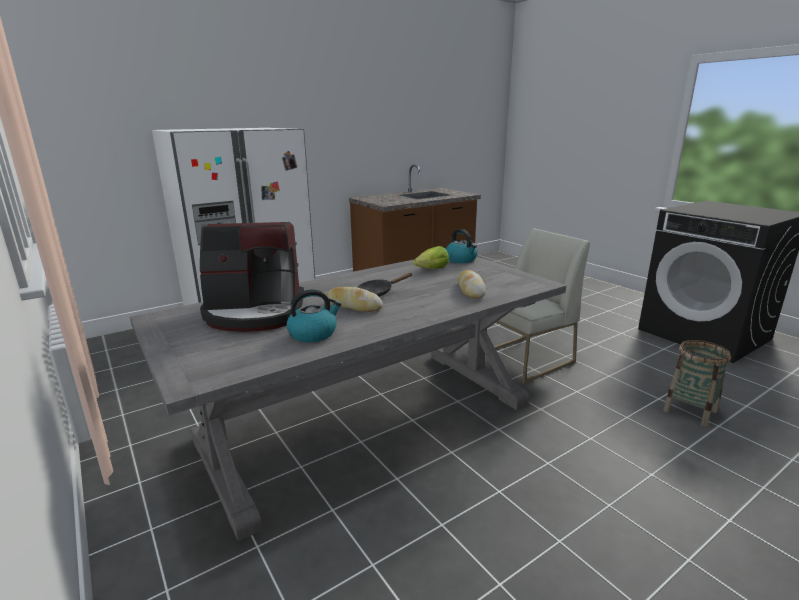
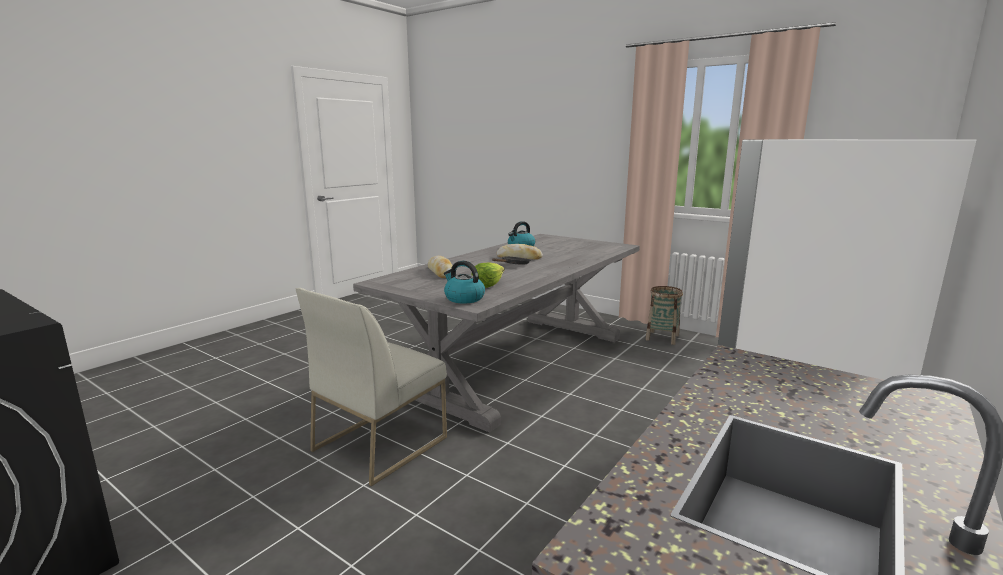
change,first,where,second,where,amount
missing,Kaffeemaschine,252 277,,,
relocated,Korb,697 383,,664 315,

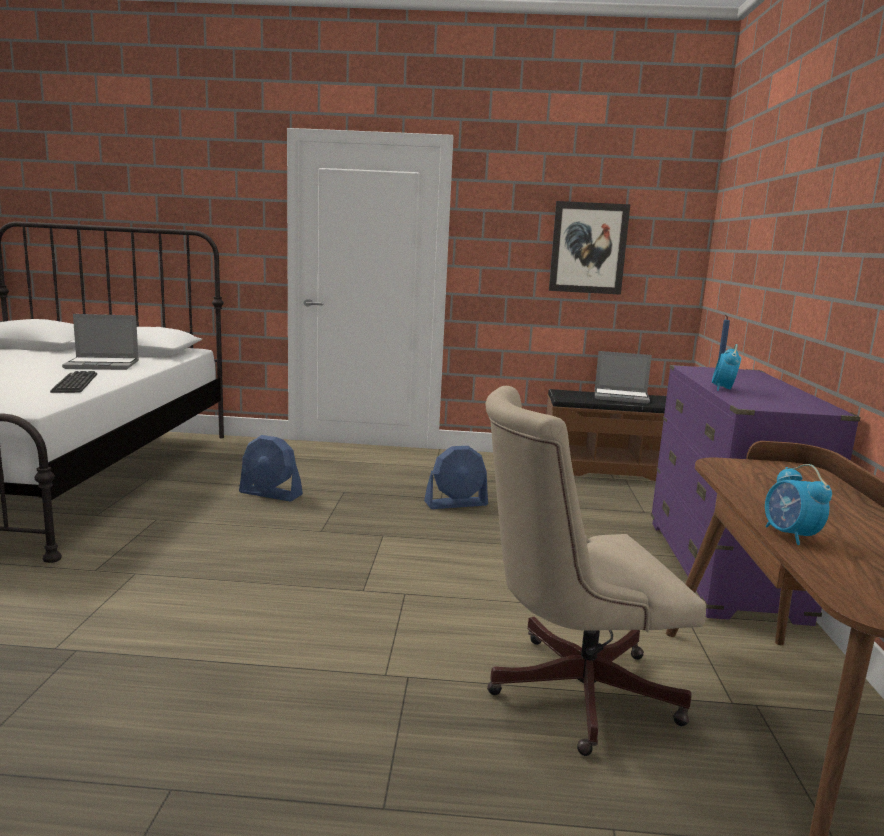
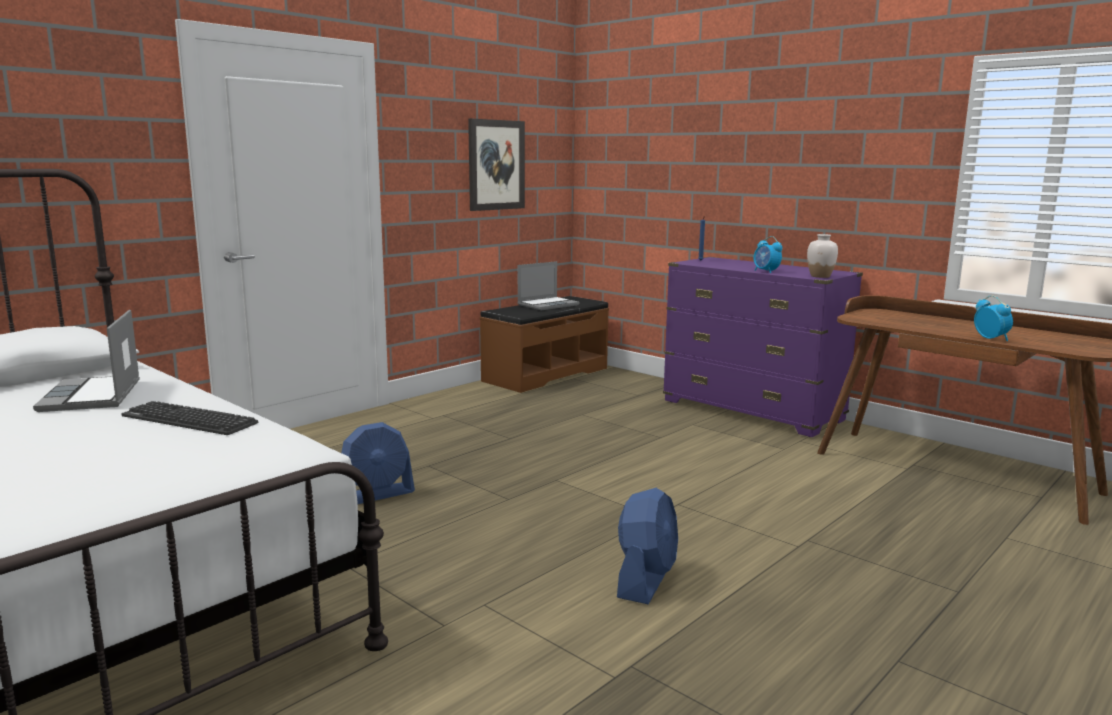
change,first,where,second,where,amount
spun,Laptop,100 342,,86 361,135 degrees clockwise
relocated,Ventilator/blau,456 477,,647 546,
missing,Bürostuhl/beige,595 571,,,
spun,Wecker,798 504,,993 318,135 degrees counterclockwise
appeared,,,Vase/weiß,822 256,

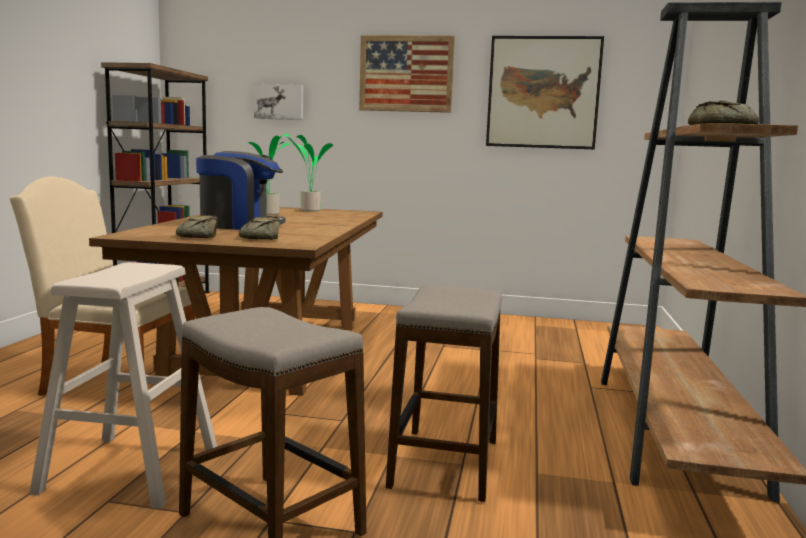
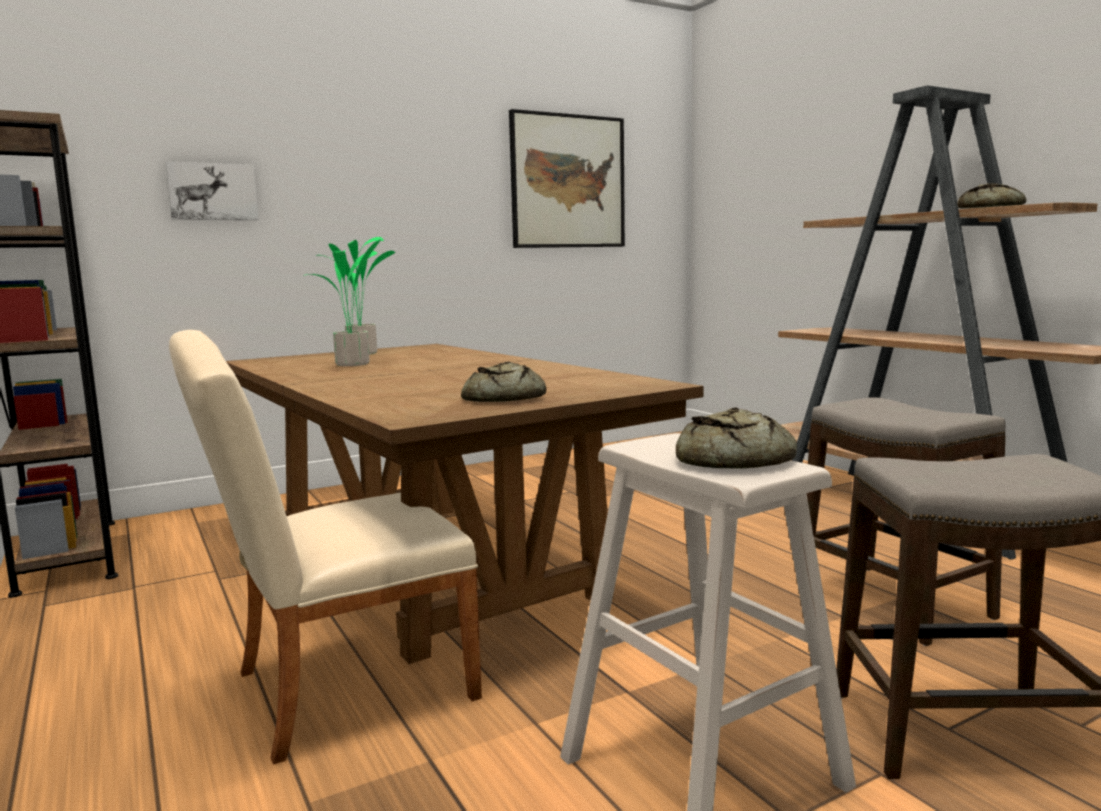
change,first,where,second,where,amount
missing,Kaffeemaschine,240 190,,,
relocated,Brot,259 228,,736 438,
missing,Bild,407 74,,,

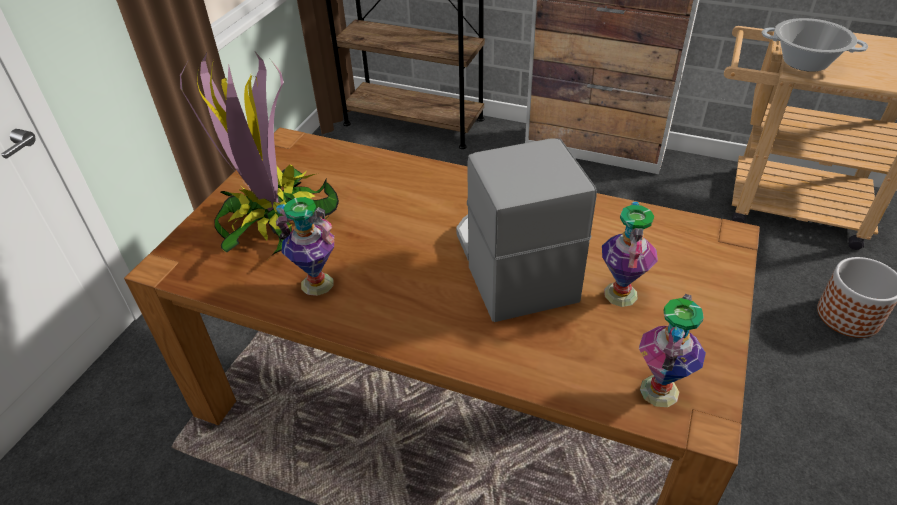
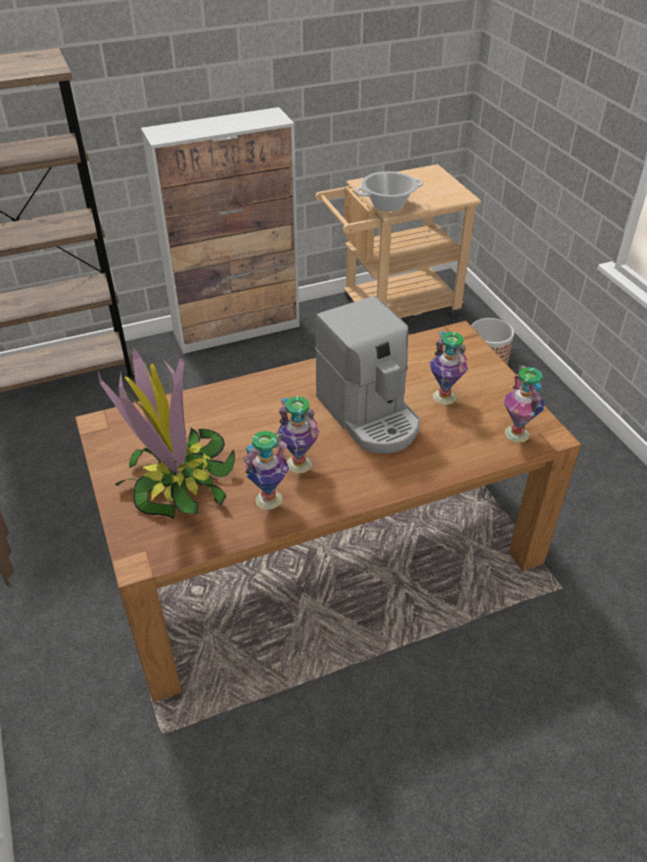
change,first,where,second,where,amount
spun,Kaffeemaschine,526 230,,367 375,150 degrees counterclockwise
appeared,,,Vase,298 434,

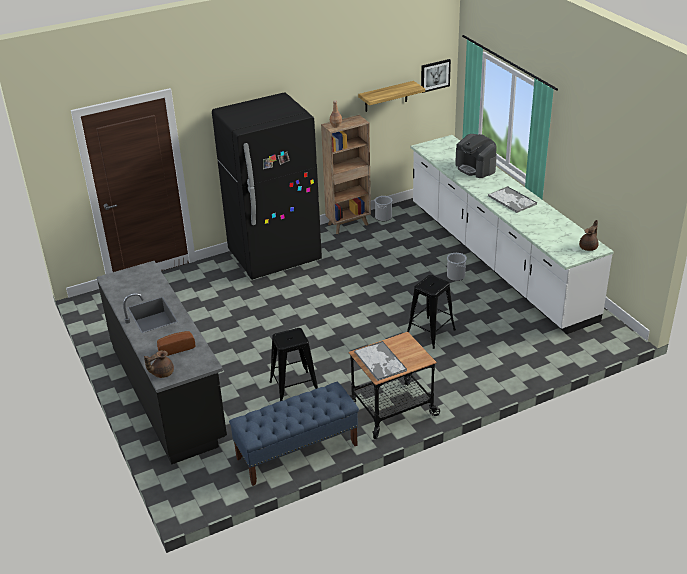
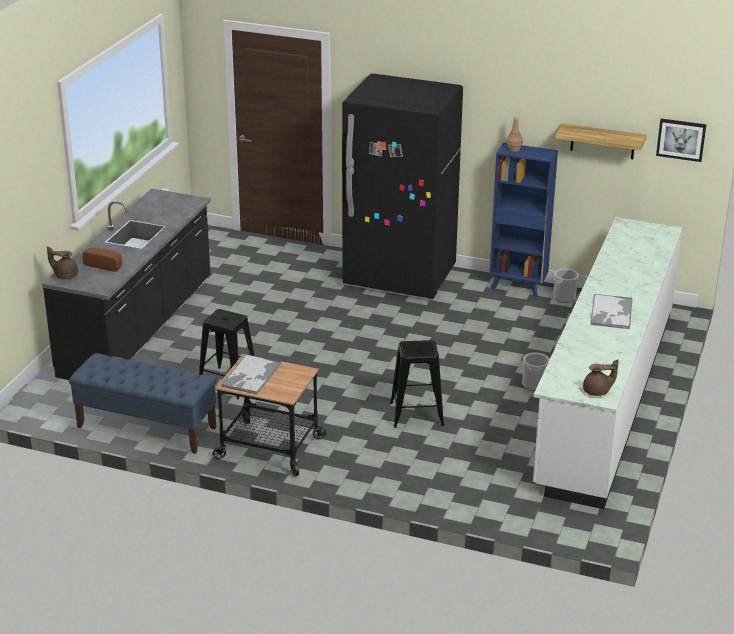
change,first,where,second,where,amount
colour,Bücherregal/braun,346 174,Bücherregal/blau,524 219,
missing,Kaffeemaschine,476 156,,,

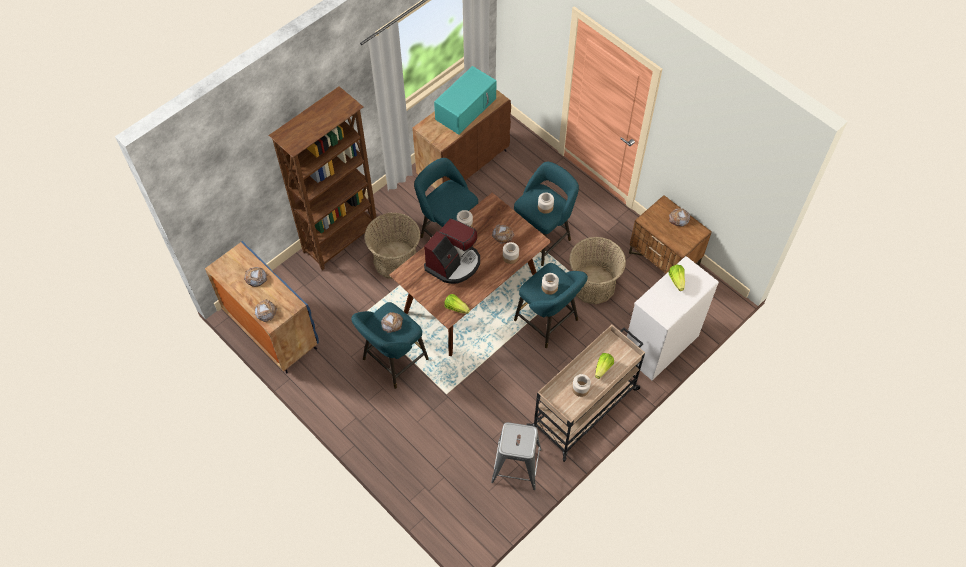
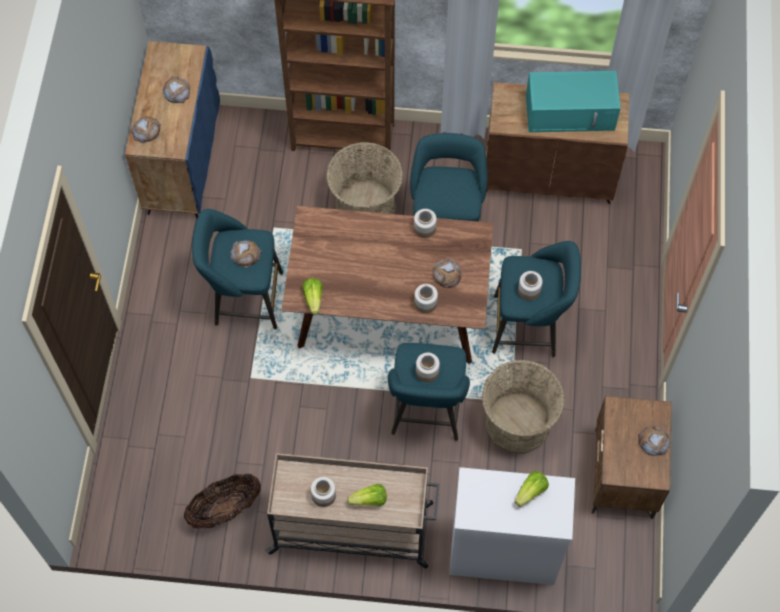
change,first,where,second,where,amount
missing,Kaffeemaschine,452 251,,,
exchanged,Hocker/grau,516 456,Korb,222 501,

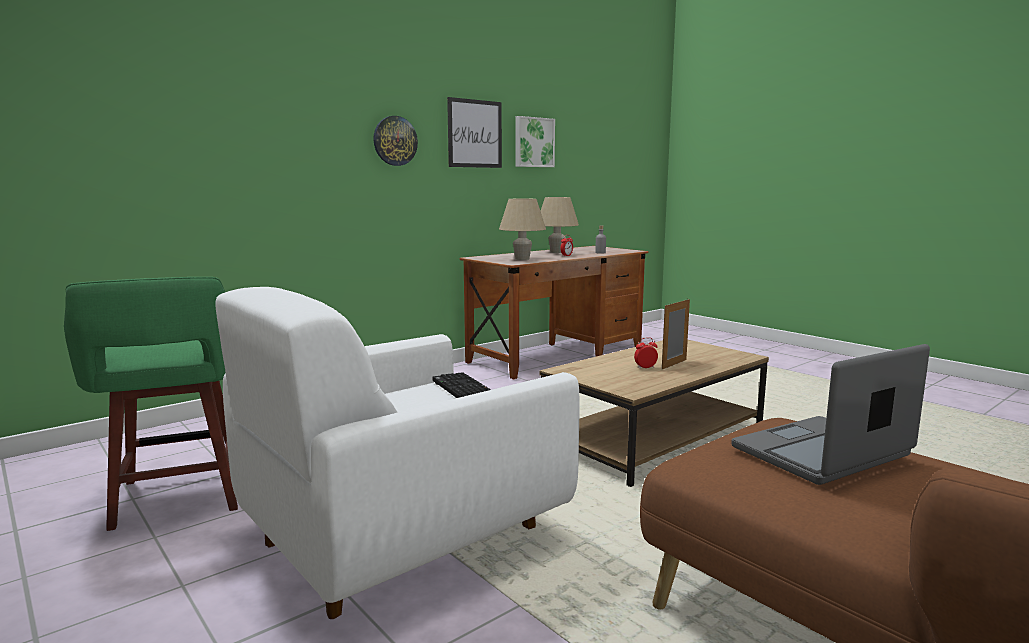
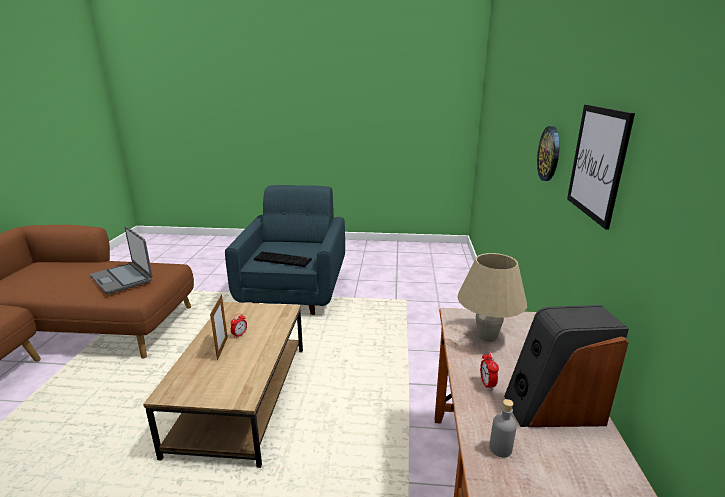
change,first,where,second,where,amount
missing,Hocker/grün,151 404,,,
colour,Sessel/weiß,397 453,Sessel/blau,285 250,
missing,Bild,535 141,,,
exchanged,Tischlampe/beige,560 225,Lautsprecher,566 366,
spun,Laptop,830 414,,121 260,120 degrees clockwise

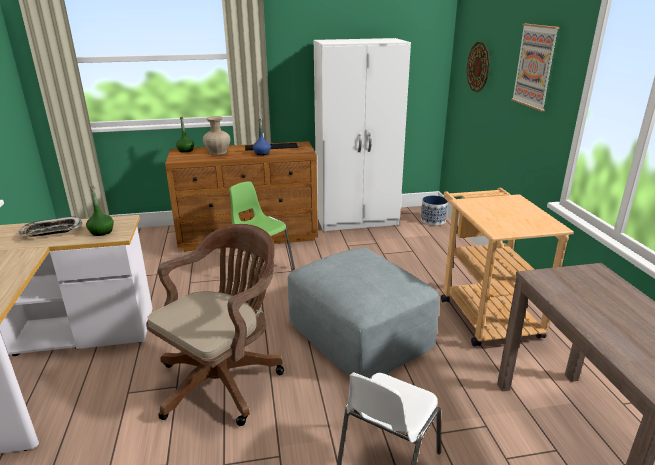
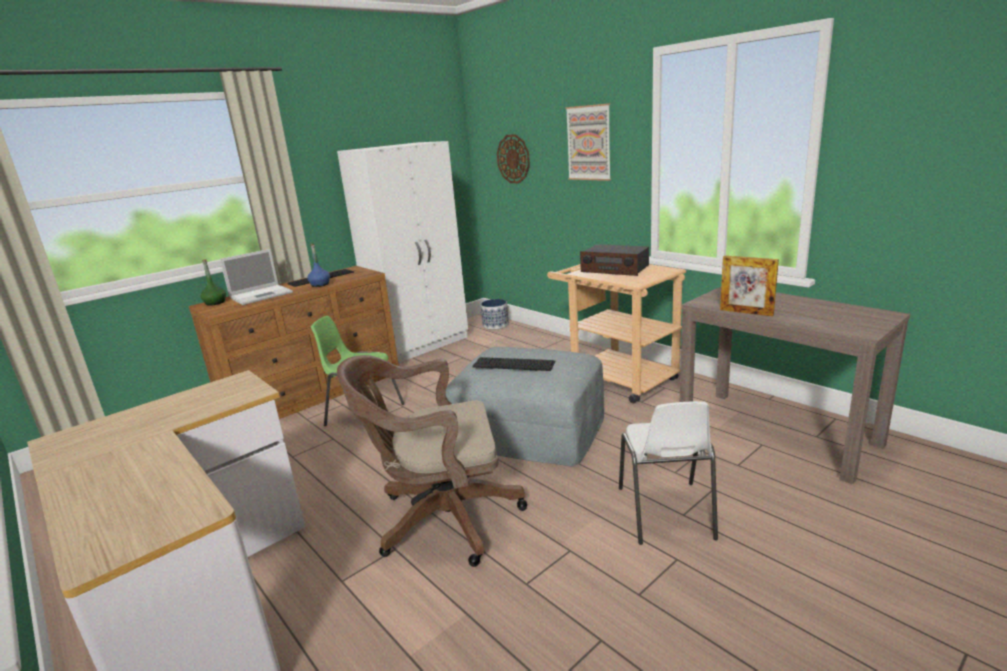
change,first,where,second,where,amount
missing,Tablett,50 226,,,
missing,Flasche/grün,100 210,,,
spun,Bürostuhl/braun,215 325,,432 461,105 degrees counterclockwise
exchanged,Vase/beige,216 135,Laptop,256 277,
appeared,,,Tastatur,514 364,
appeared,,,Radio,614 260,
appeared,,,Bilderrahmen,749 286,

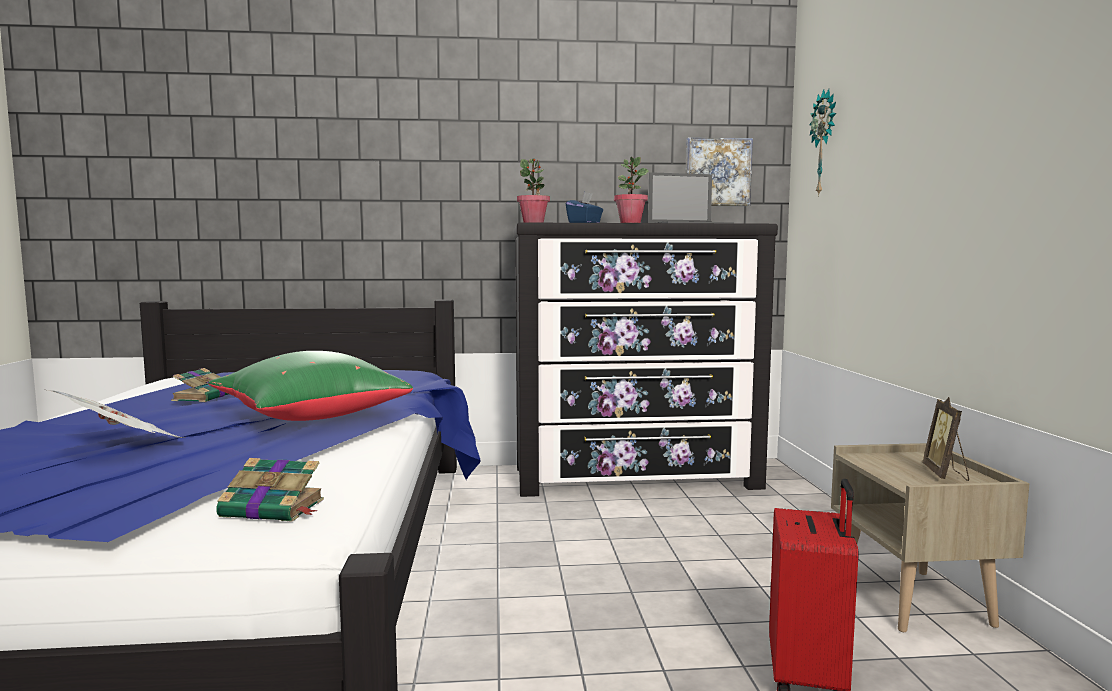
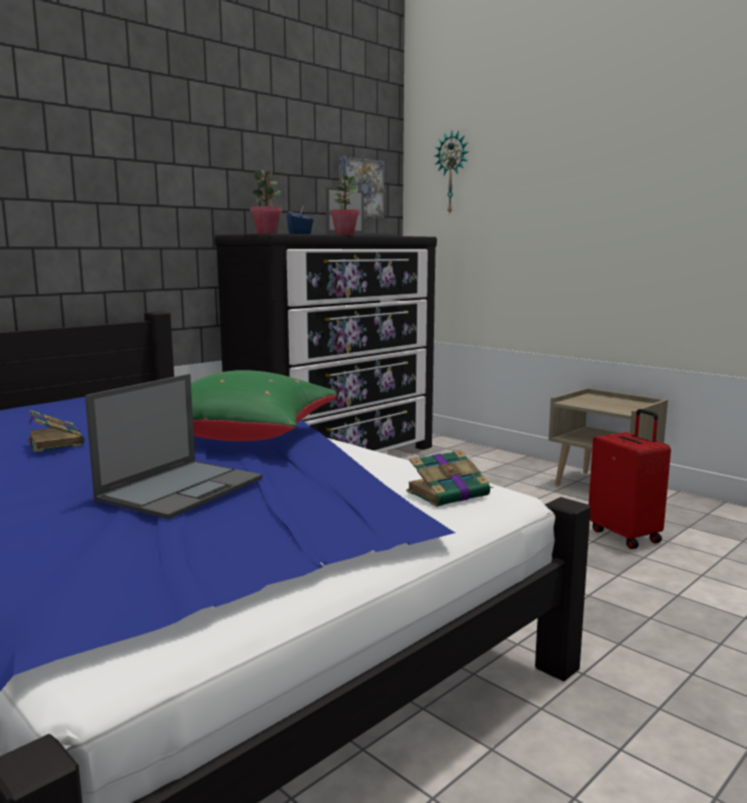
change,first,where,second,where,amount
exchanged,Zeitung,116 414,Laptop,174 446,
missing,Bilderrahmen,945 439,,,

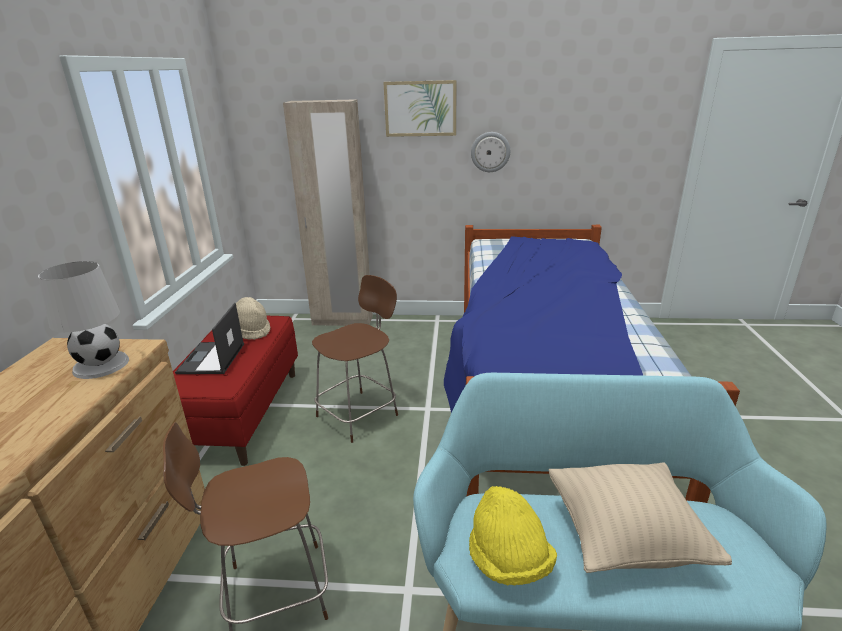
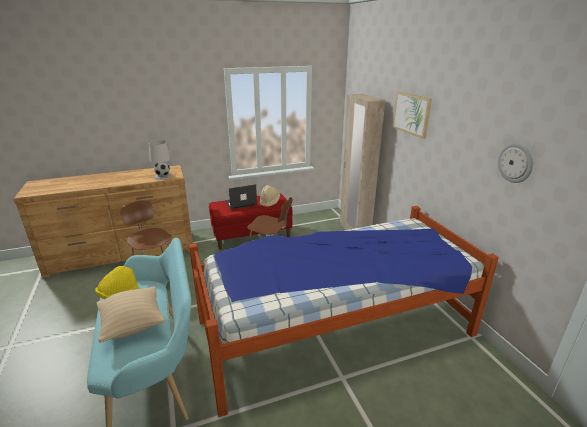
change,first,where,second,where,amount
relocated,Wanduhr,490 152,,515 163,

